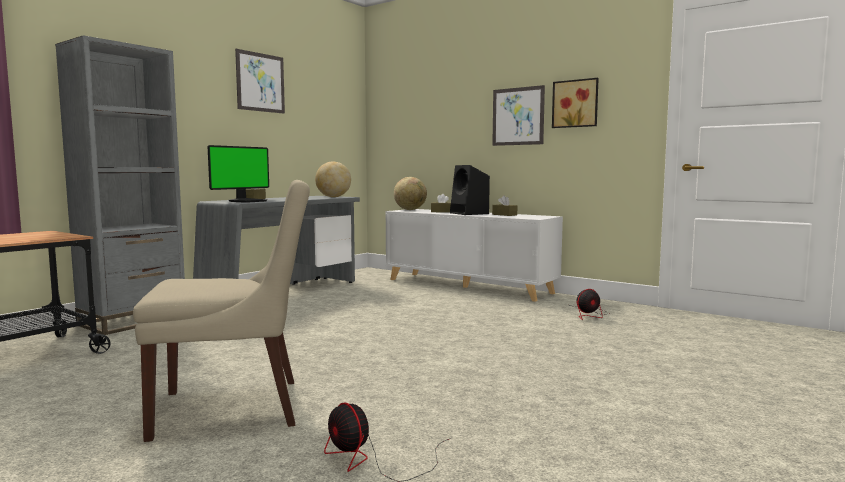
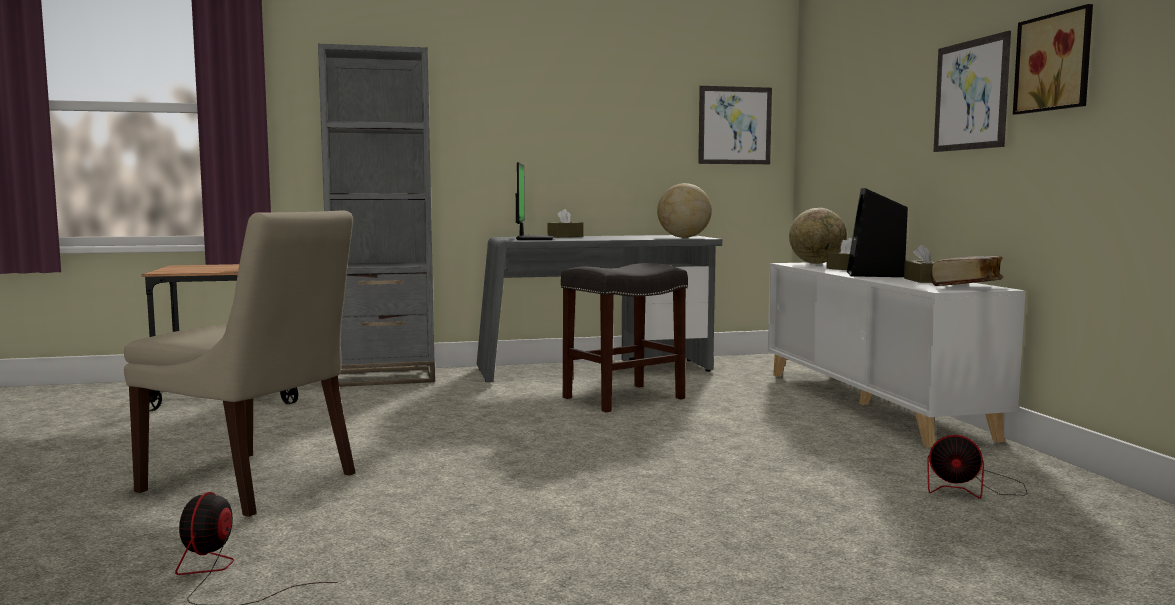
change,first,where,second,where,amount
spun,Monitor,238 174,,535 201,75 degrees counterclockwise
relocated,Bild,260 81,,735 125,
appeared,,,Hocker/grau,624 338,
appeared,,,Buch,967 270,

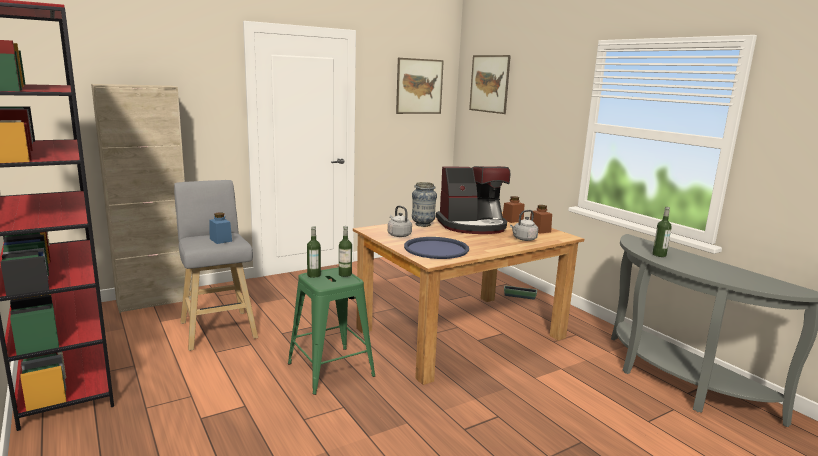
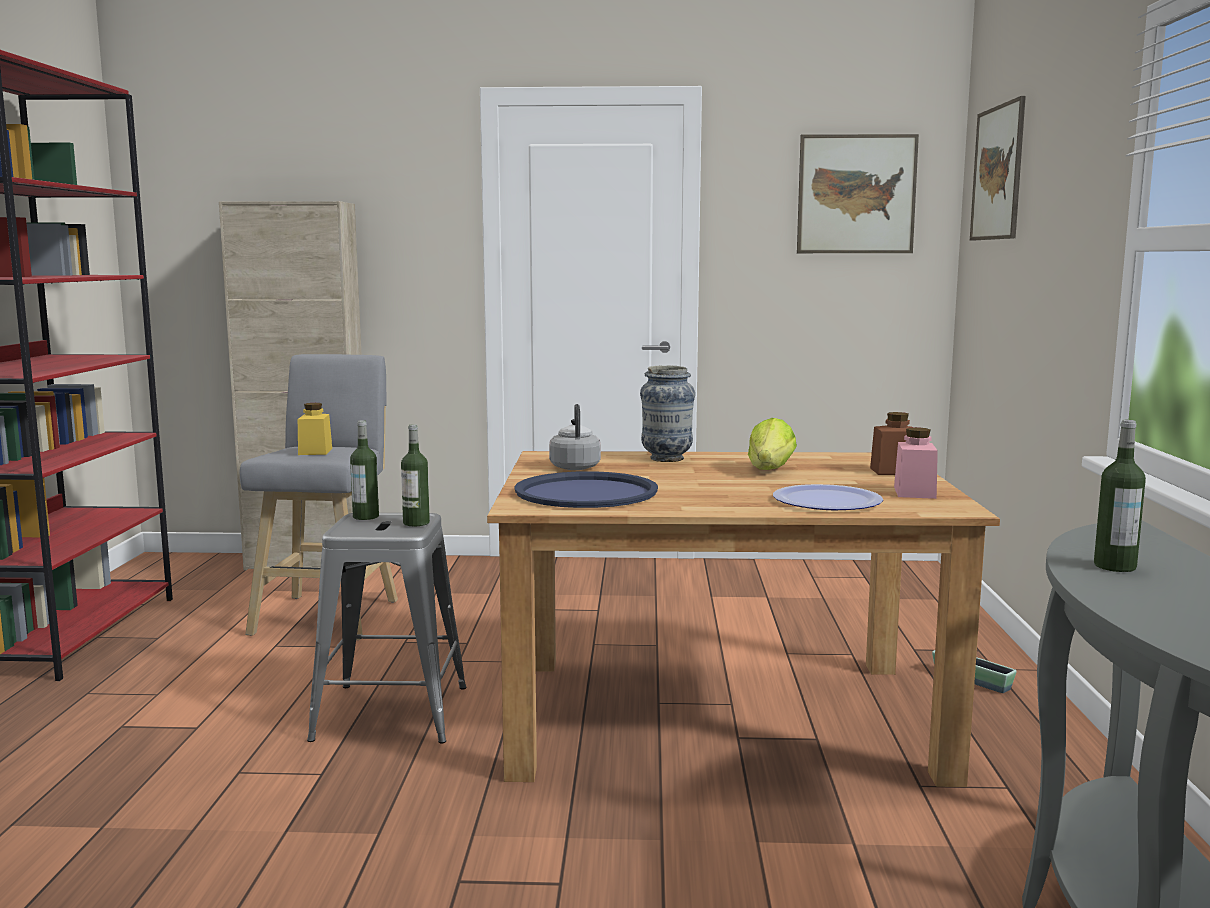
change,first,where,second,where,amount
colour,Vorratsglas/blau,220 228,Vorratsglas/gelb,315 429,
colour,Hocker/grün,332 331,Hocker/grau,386 628,
exchanged,Kaffeemaschine,473 200,Salatkopf,772 444,
exchanged,Wasserkessel/grau,524 225,Teller,828 497,
colour,Vorratsglas/braun,541 219,Vorratsglas/rosa,916 463,

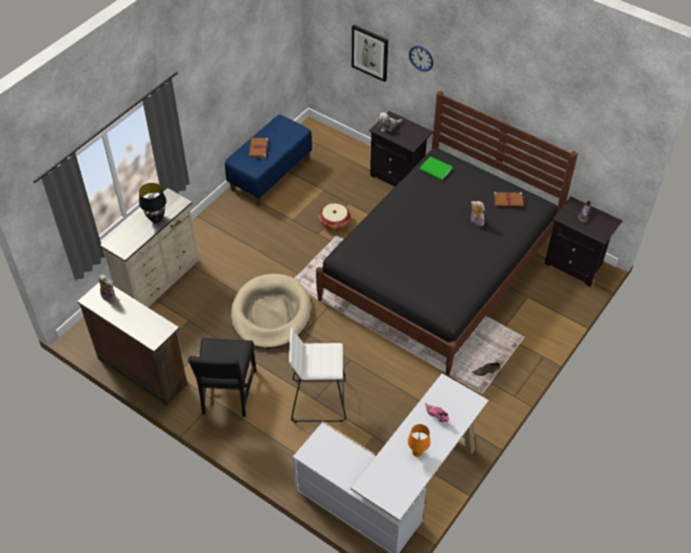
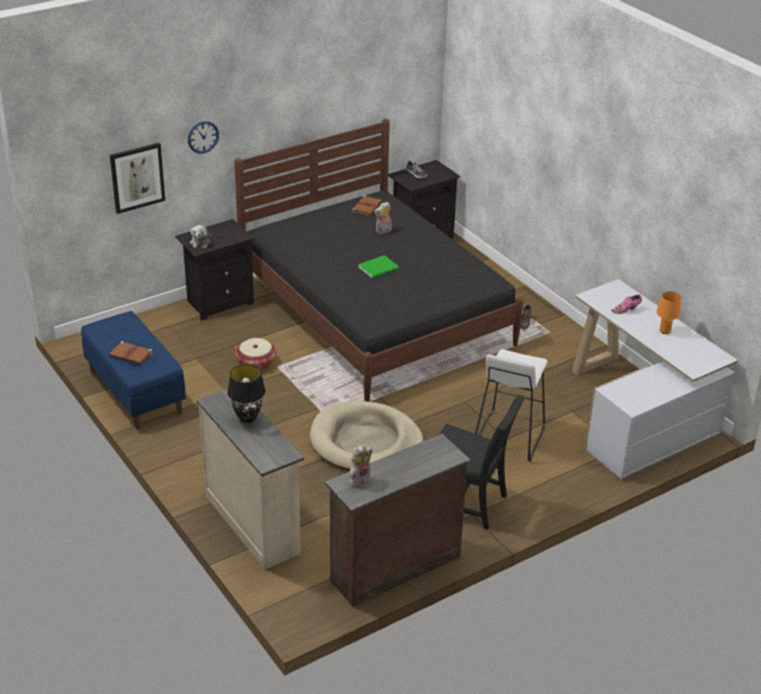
change,first,where,second,where,amount
relocated,Buch/grün,435 168,,378 266,

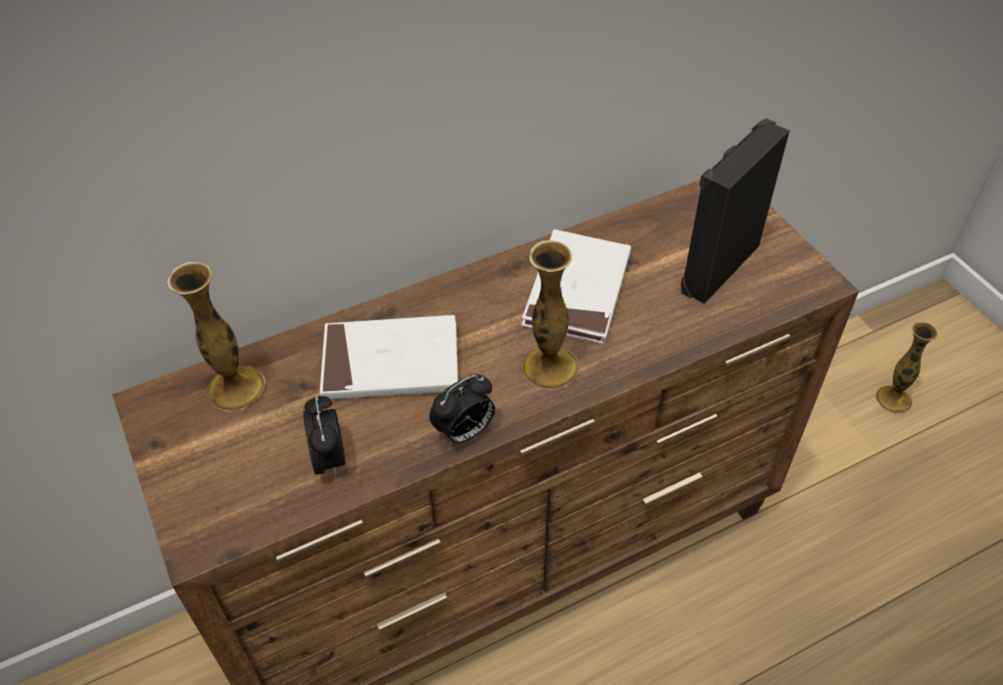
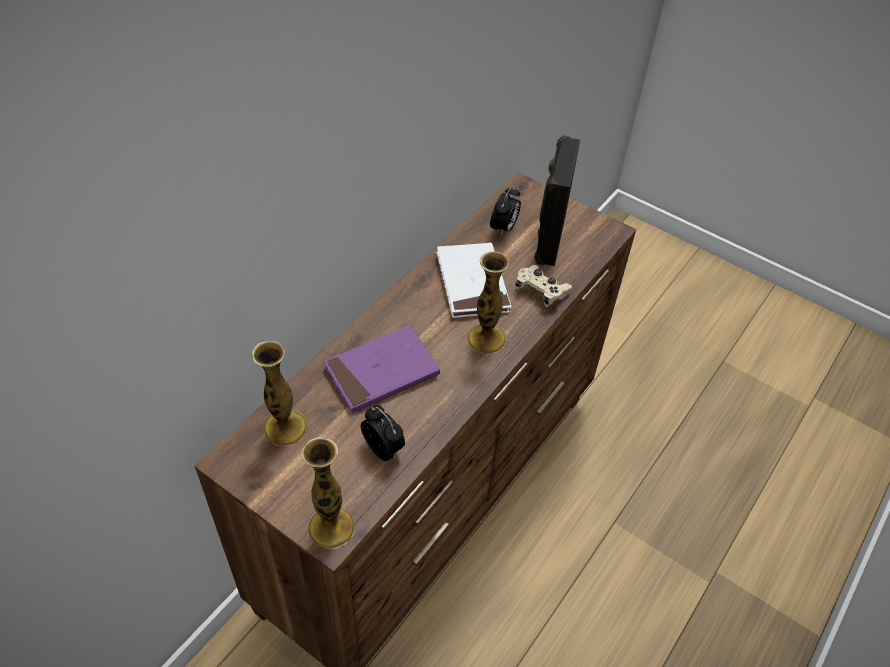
change,first,where,second,where,amount
colour,Buch/weiß,389 357,Buch/lila,382 369,
relocated,Wecker,462 409,,505 211,
relocated,Vase,907 367,,328 493,
appeared,,,Gamepad/beige,543 286,

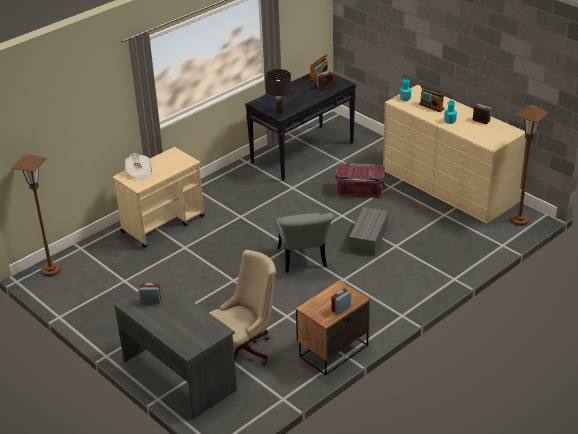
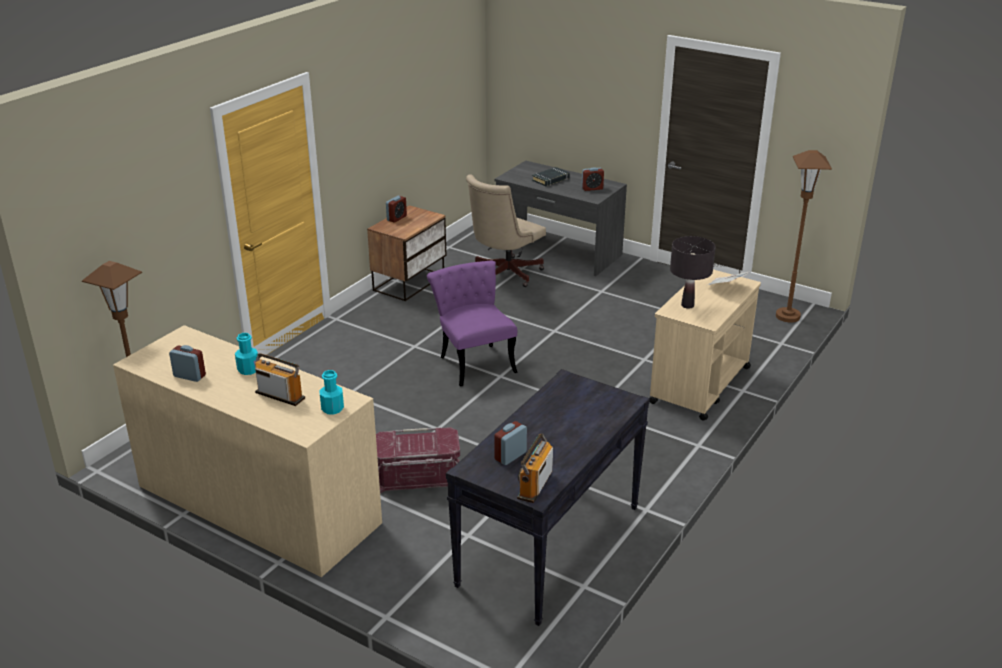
change,first,where,second,where,amount
relocated,Tischlampe/schwarz,278 91,,693 272,
colour,Stuhl/grau,305 243,Stuhl/lila,472 324,
missing,Aufbewahrungsbox/grau,369 231,,,
appeared,,,Buch/schwarz,551 176,

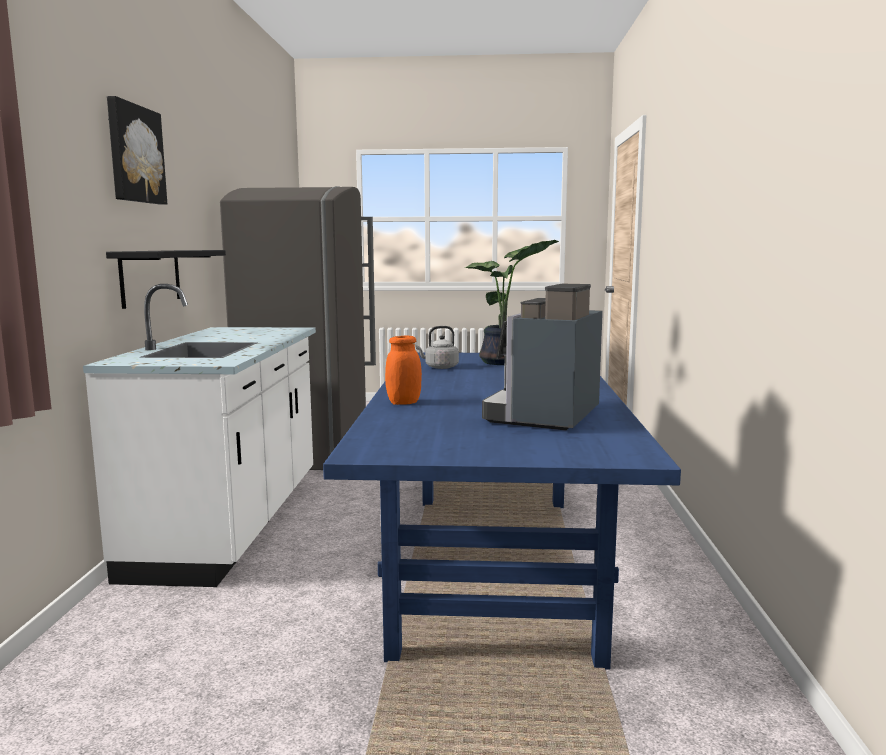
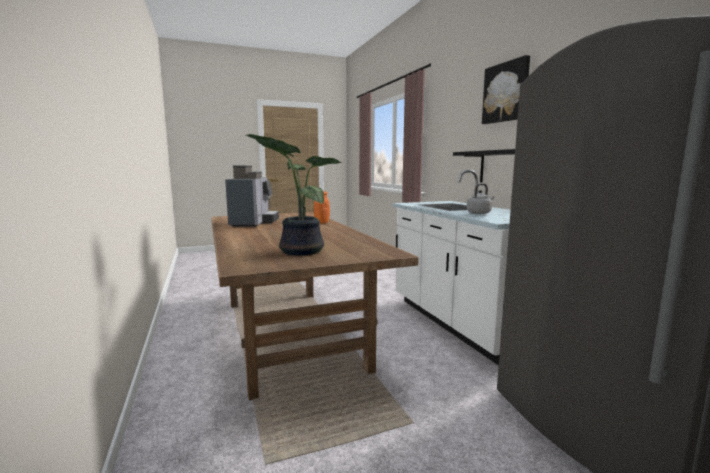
change,first,where,second,where,amount
colour,Esstisch/blau,502 511,Esstisch/braun,315 306,
relocated,Wasserkessel/grau,437 347,,480 198,

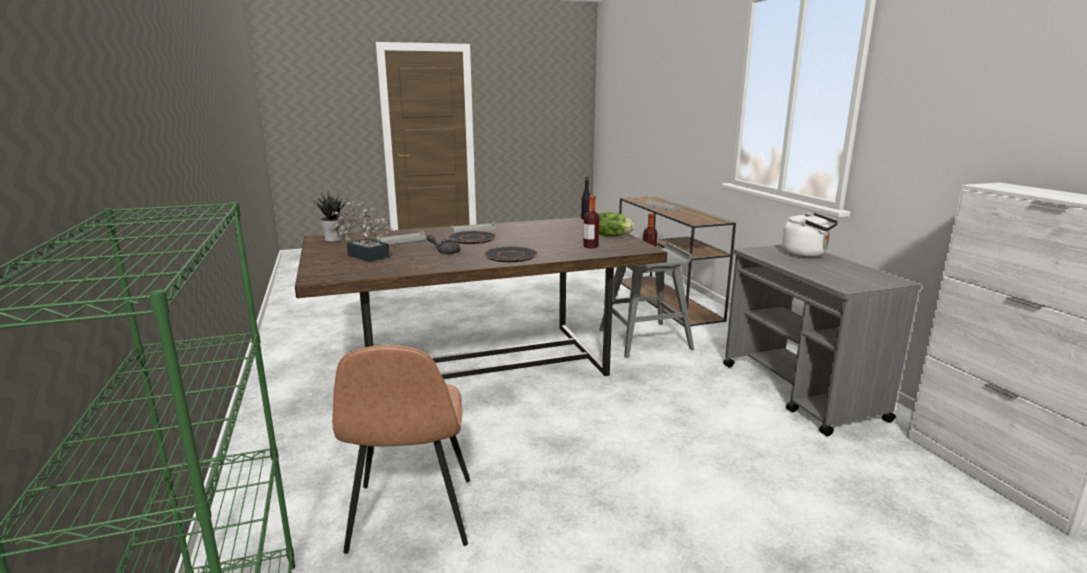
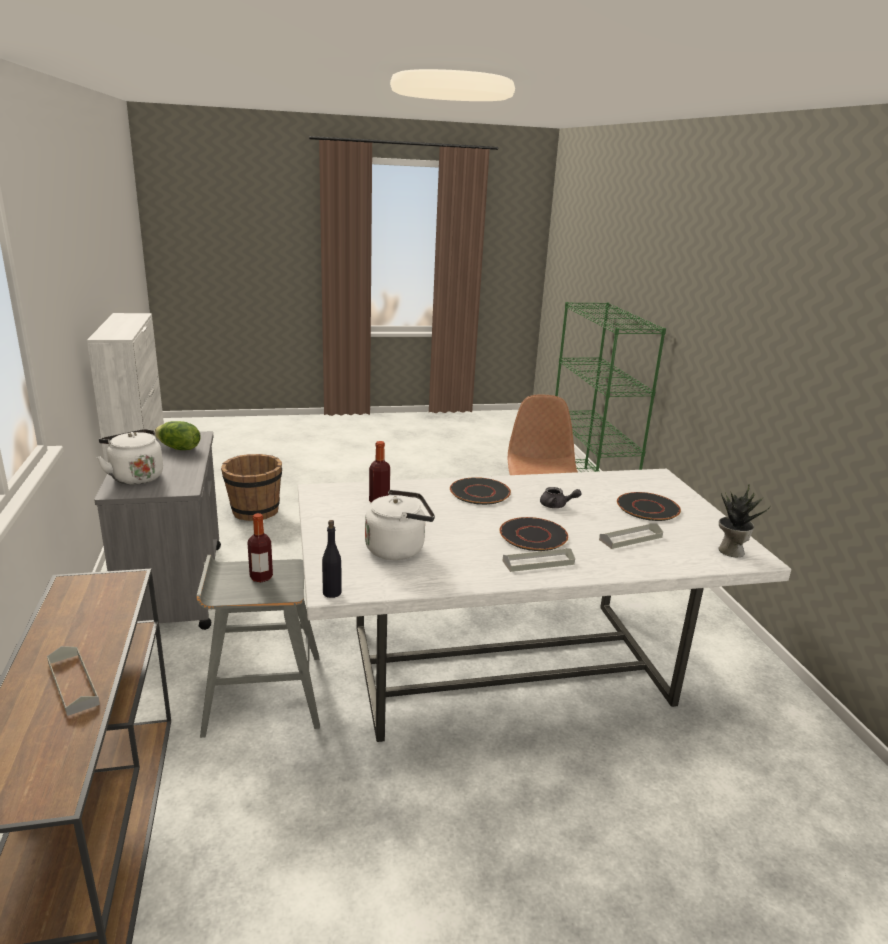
change,first,where,second,where,amount
colour,Esstisch/braun,481 298,Esstisch/weiß,544 605,
exchanged,Topfpflanze,363 231,Teller/schwarz,649 506,
relocated,Salatkopf,616 224,,178 435,
appeared,,,Eimer/braun,251 487,
appeared,,,Wasserkessel/weiß,400 525,

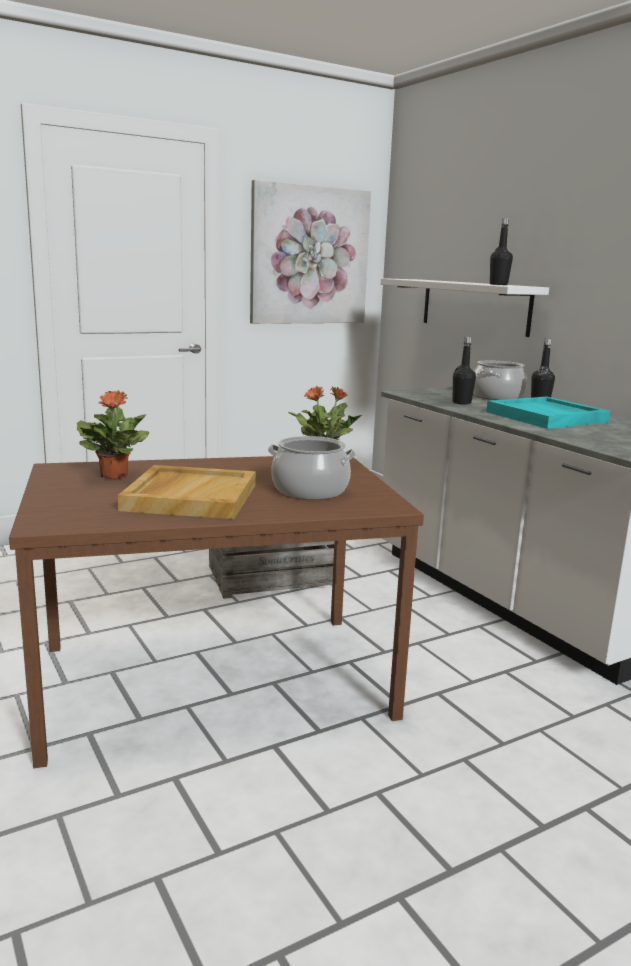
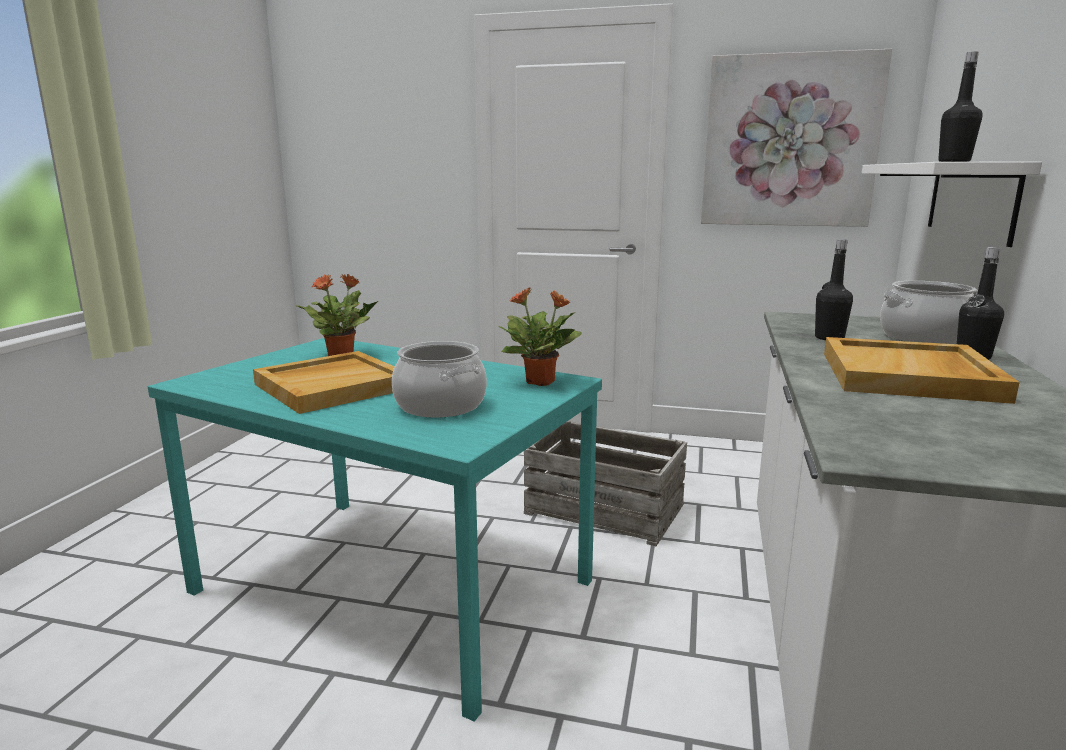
change,first,where,second,where,amount
colour,Esstisch/braun,216 612,Esstisch/türkis,375 529,
colour,Tablett/türkis,548 412,Tablett/beige,922 370,

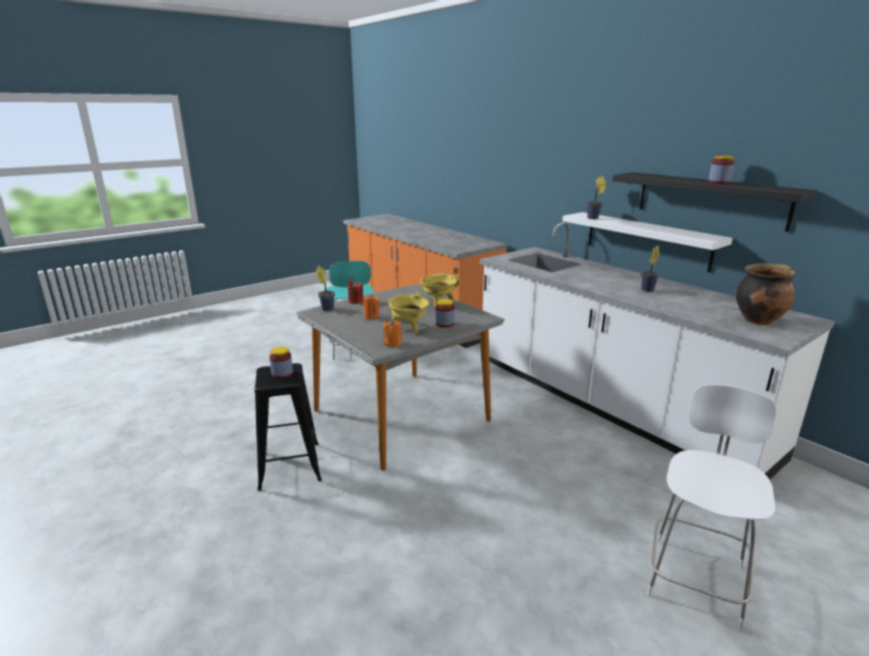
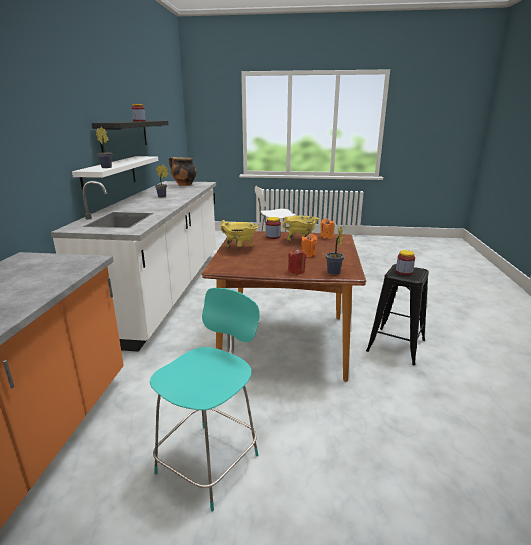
change,first,where,second,where,amount
colour,Esstisch/grau,400 377,Esstisch/braun,283 306,

